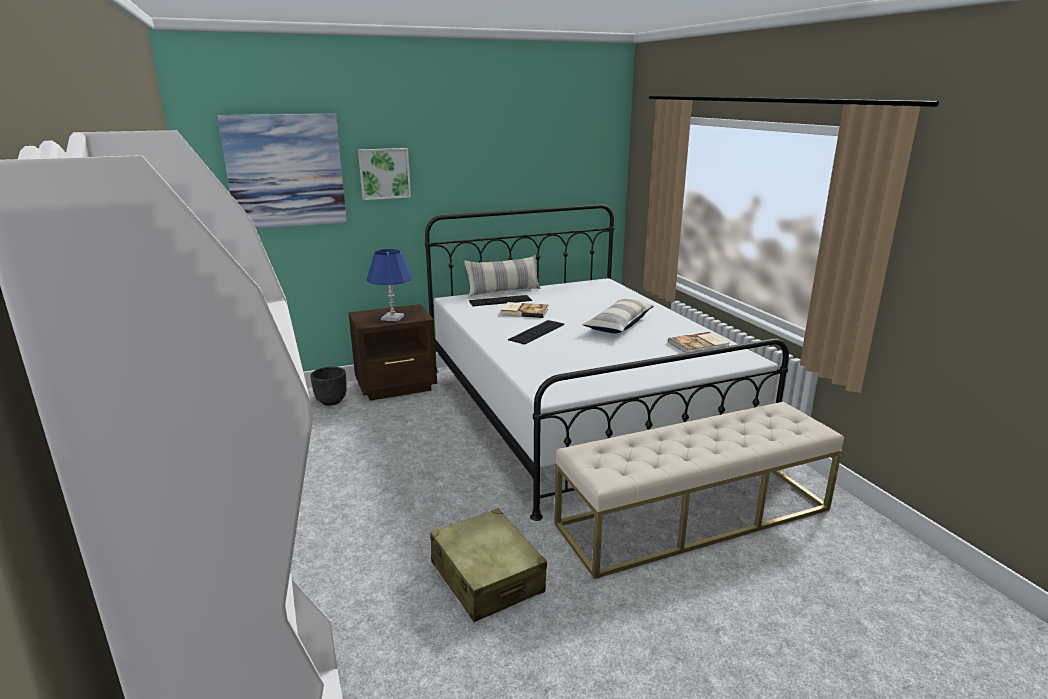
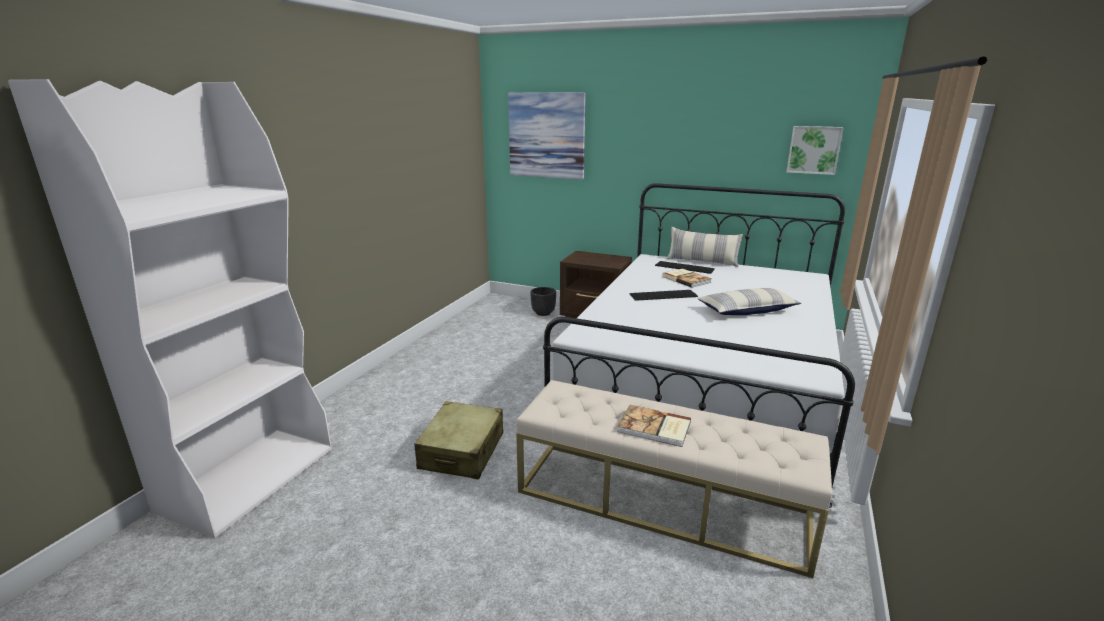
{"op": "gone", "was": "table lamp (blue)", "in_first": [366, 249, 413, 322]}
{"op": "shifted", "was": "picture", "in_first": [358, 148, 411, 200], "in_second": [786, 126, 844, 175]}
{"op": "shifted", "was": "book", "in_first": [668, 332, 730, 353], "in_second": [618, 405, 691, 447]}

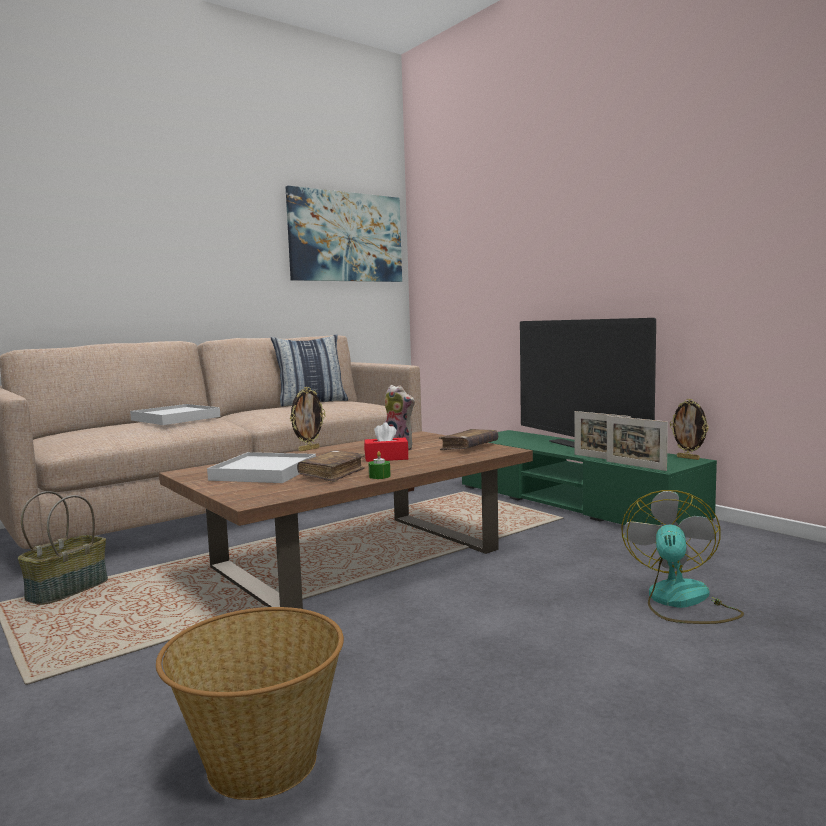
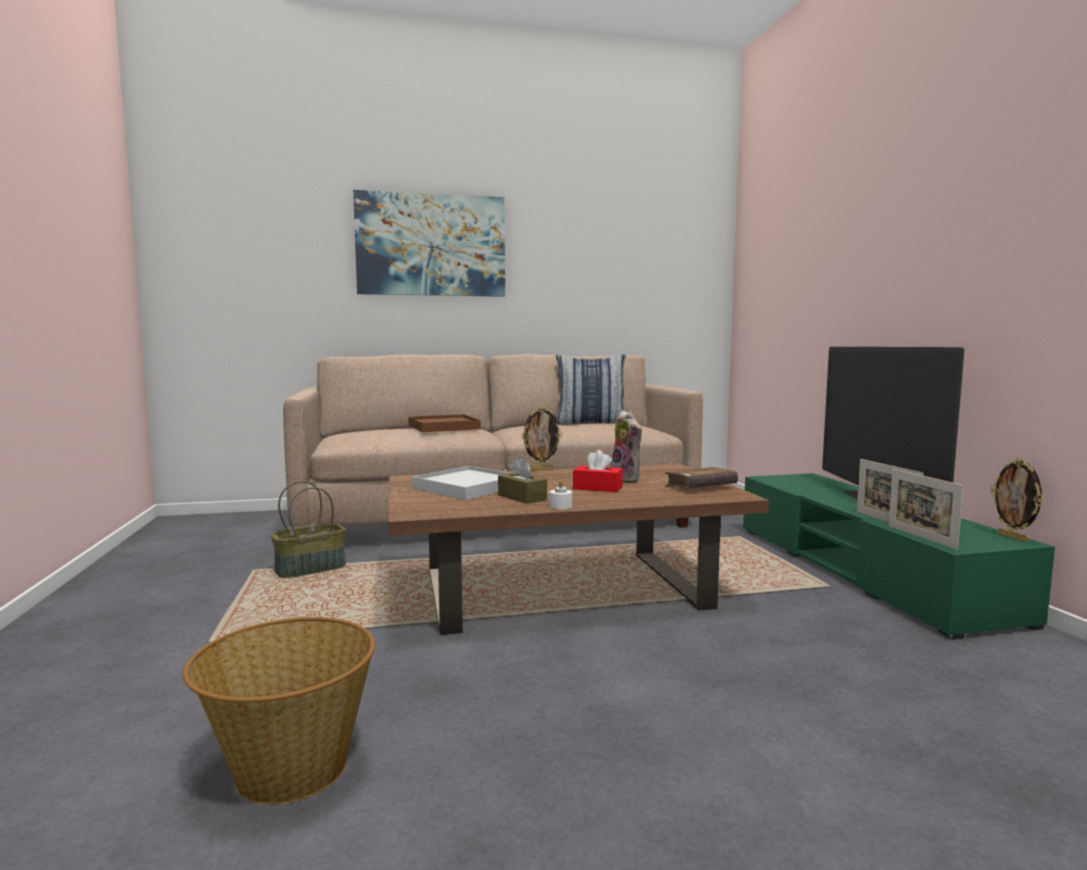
{"op": "gone", "was": "fan", "in_first": [621, 490, 744, 624]}
{"op": "shifted", "was": "picture", "in_first": [286, 186, 402, 282], "in_second": [353, 190, 505, 297]}
{"op": "swapped", "was": "book (brown)", "now": "tissue box (brown)", "in_first": [297, 450, 365, 482], "in_second": [498, 457, 547, 504]}
{"op": "repainted", "was": "tray (white)", "now": "tray (brown)", "in_first": [130, 404, 220, 425], "in_second": [408, 414, 481, 432]}
{"op": "repainted", "was": "candle (green)", "now": "candle (white)", "in_first": [368, 451, 391, 479], "in_second": [549, 480, 572, 509]}

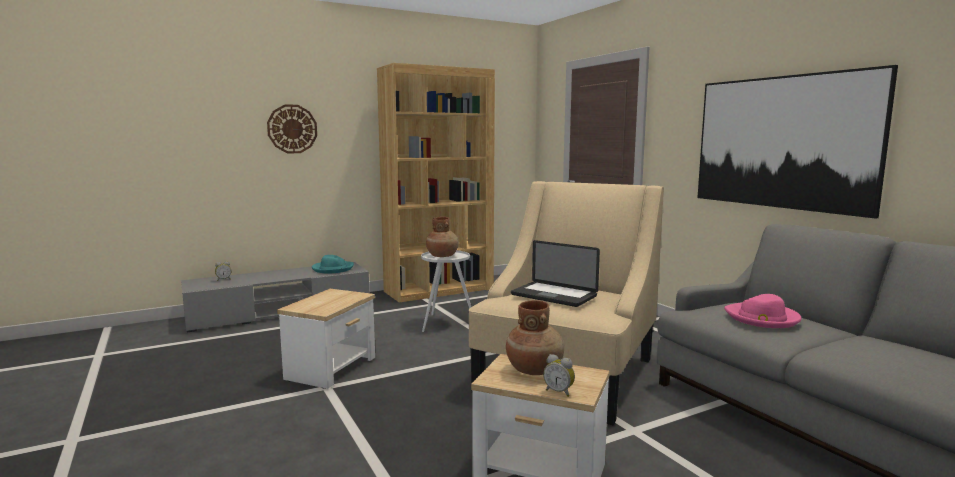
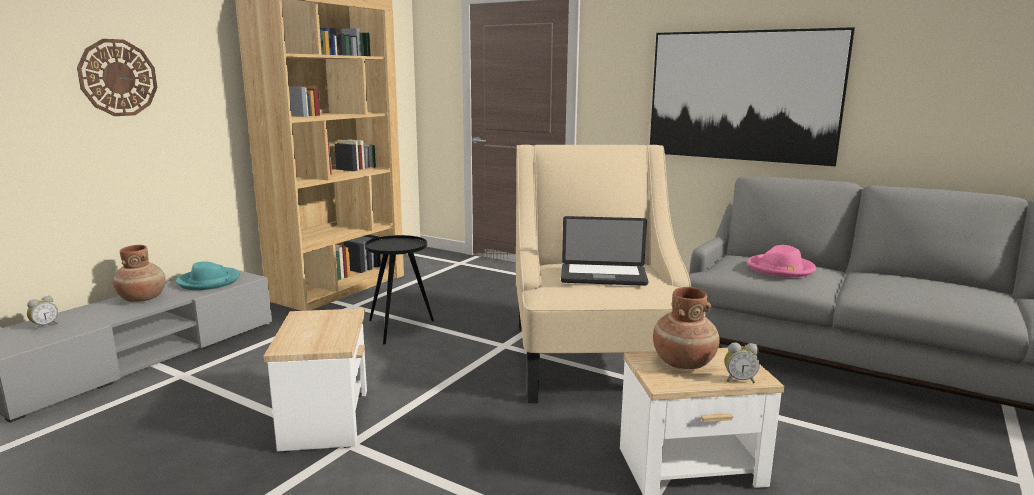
{"op": "shifted", "was": "vase (brown)", "in_first": [426, 217, 459, 257], "in_second": [113, 245, 166, 302]}
{"op": "repainted", "was": "side table (white)", "now": "side table (black)", "in_first": [421, 250, 471, 332], "in_second": [365, 235, 434, 344]}

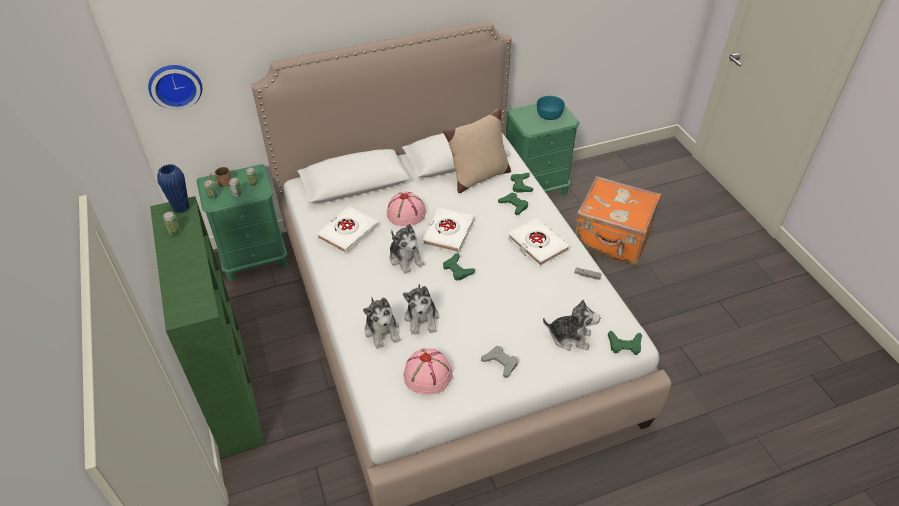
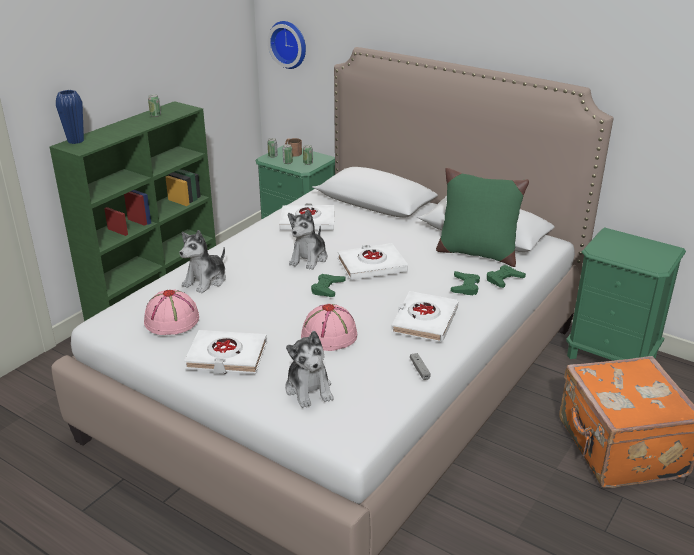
{"op": "gone", "was": "plush toy", "in_first": [403, 284, 439, 335]}
{"op": "gone", "was": "bowl (turquoise)", "in_first": [537, 96, 565, 120]}
{"op": "gone", "was": "game controller (green)", "in_first": [608, 331, 642, 355]}
{"op": "shifted", "was": "vase (blue)", "in_first": [157, 164, 189, 213], "in_second": [56, 90, 84, 144]}
{"op": "shifted", "was": "hat (pink)", "in_first": [387, 192, 426, 227], "in_second": [301, 303, 357, 351]}
{"op": "swapped", "was": "game controller (grey)", "now": "book (white)", "in_first": [481, 346, 518, 378], "in_second": [184, 330, 267, 374]}
{"op": "repainted", "was": "pillow (beige)", "now": "pillow (green)", "in_first": [443, 109, 511, 193], "in_second": [436, 168, 529, 267]}

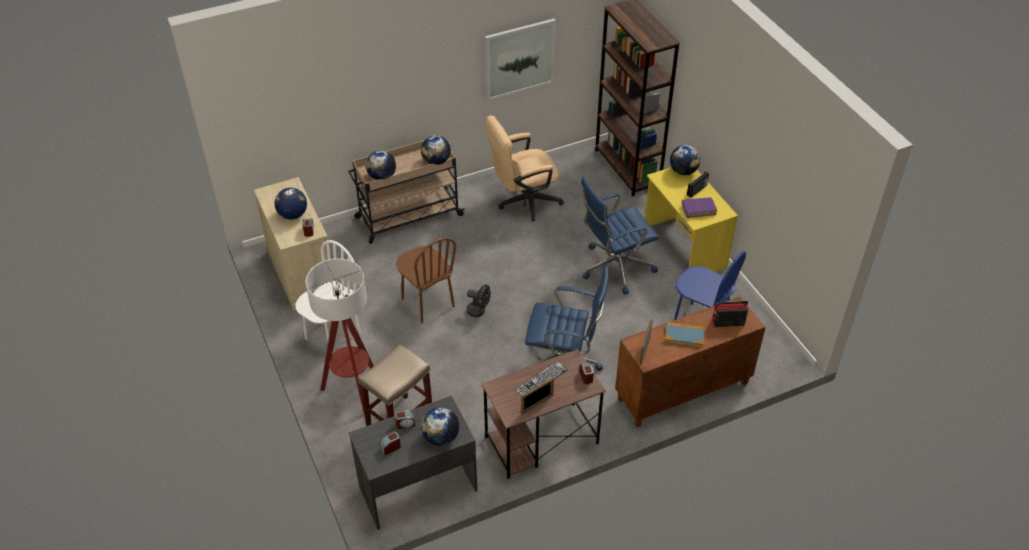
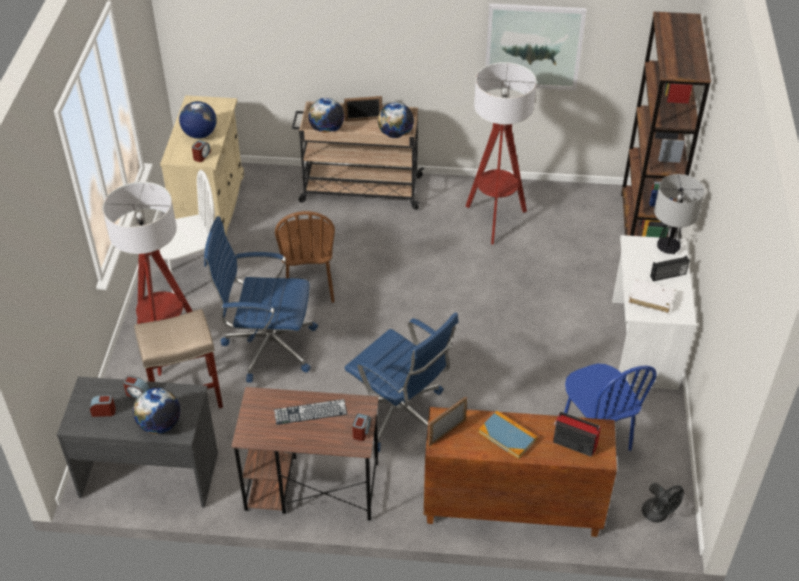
{"op": "shifted", "was": "fan (black)", "in_first": [466, 284, 491, 317], "in_second": [642, 482, 684, 523]}
{"op": "shifted", "was": "picture frame", "in_first": [521, 377, 554, 414], "in_second": [344, 96, 382, 121]}
{"op": "shifted", "was": "office chair (blue)", "in_first": [581, 177, 659, 295], "in_second": [204, 216, 318, 383]}
{"op": "swapped", "was": "office chair (beige)", "now": "floor lamp", "in_first": [485, 115, 564, 221], "in_second": [465, 62, 536, 244]}
{"op": "swapped", "was": "globe", "now": "table lamp", "in_first": [670, 145, 700, 175], "in_second": [654, 174, 704, 254]}
{"op": "repainted", "was": "desk (yellow)", "now": "desk (white)", "in_first": [645, 167, 738, 272], "in_second": [612, 235, 696, 390]}
{"op": "repainted", "was": "book (purple)", "now": "book (white)", "in_first": [682, 197, 717, 218], "in_second": [628, 279, 675, 313]}

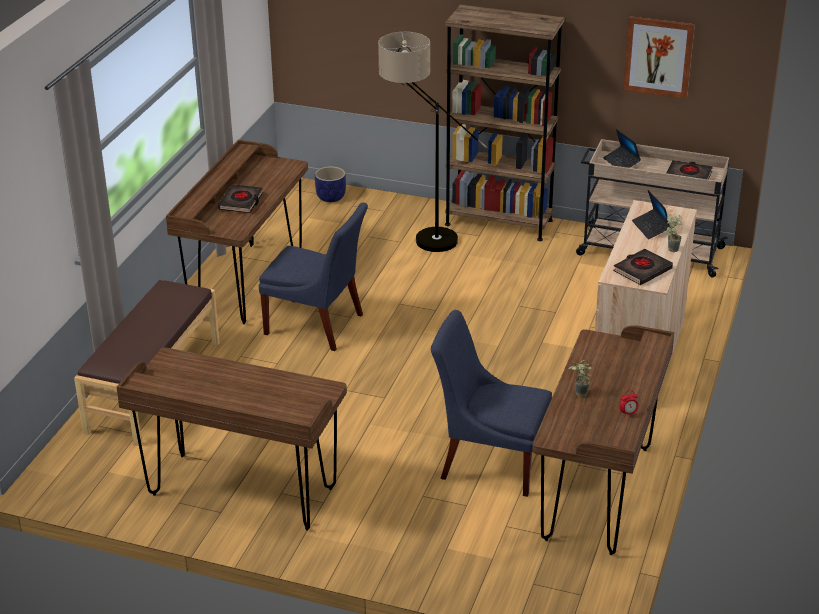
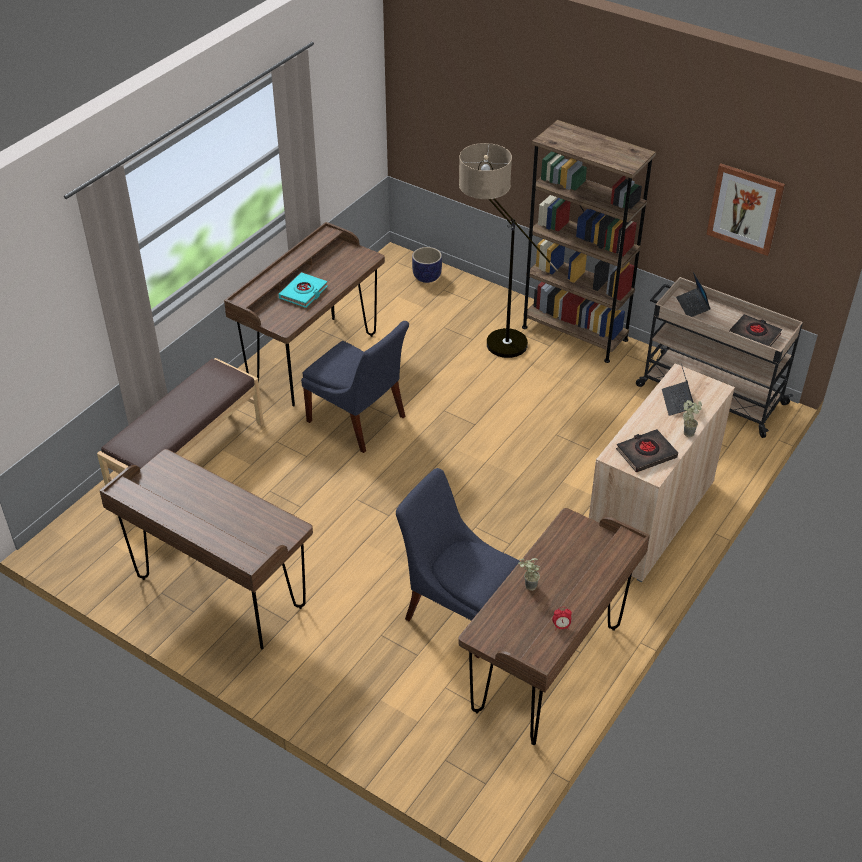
{"op": "repainted", "was": "book (black)", "now": "book (turquoise)", "in_first": [218, 184, 263, 213], "in_second": [279, 272, 328, 308]}

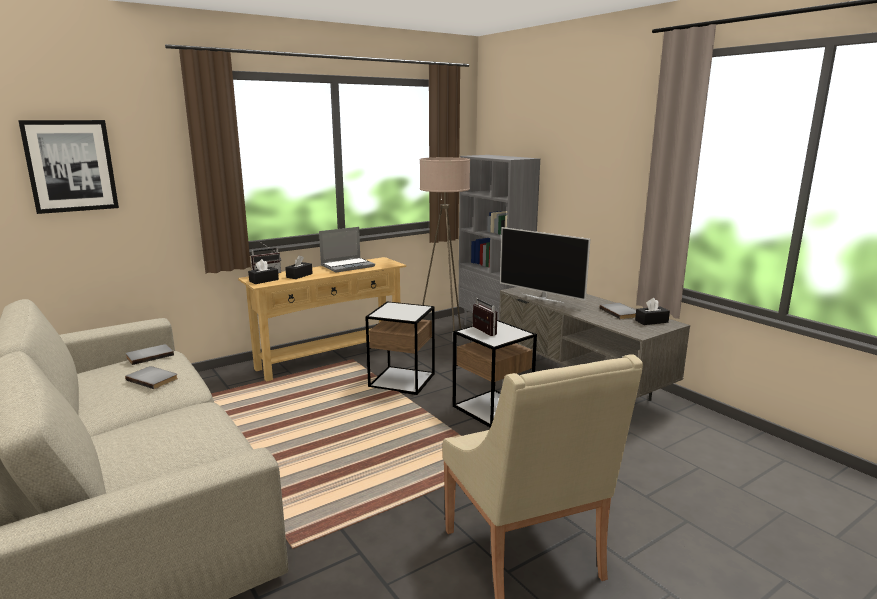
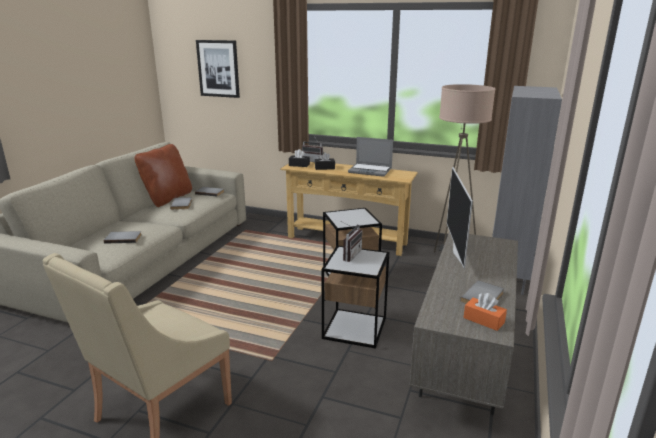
{"op": "new", "now": "book (grey)", "in_second": [104, 231, 141, 244]}
{"op": "new", "now": "pillow (brown)", "in_second": [135, 144, 192, 207]}
{"op": "repainted", "was": "tissue box (black)", "now": "tissue box (orange)", "in_first": [635, 298, 670, 325], "in_second": [464, 293, 507, 331]}

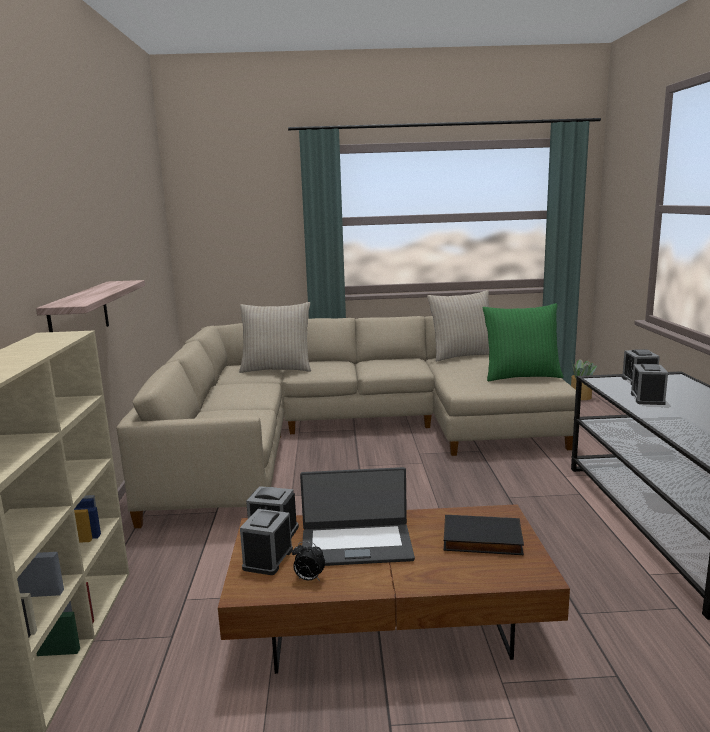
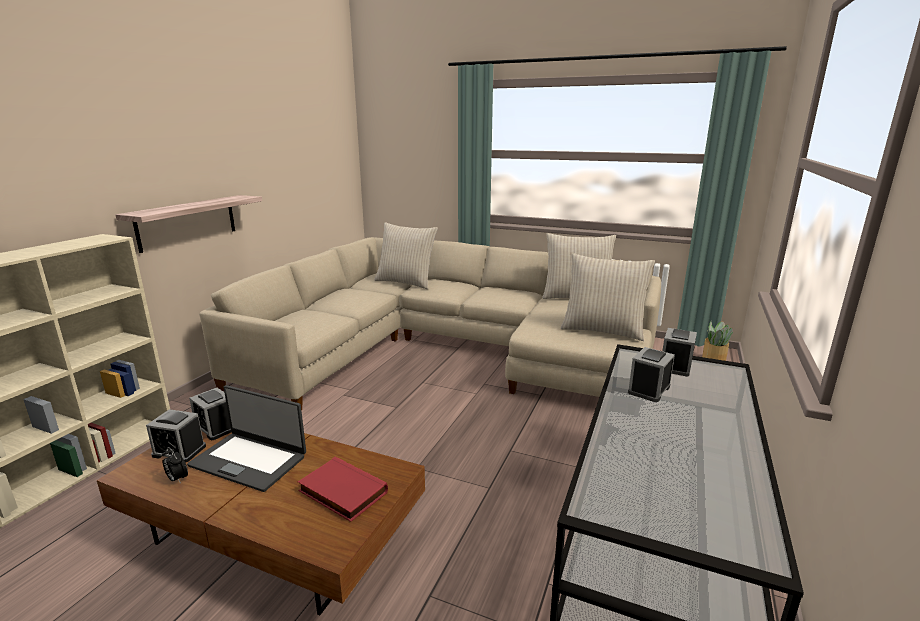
{"op": "repainted", "was": "book (black)", "now": "book (red)", "in_first": [444, 515, 524, 555], "in_second": [298, 457, 388, 522]}
{"op": "repainted", "was": "pillow (green)", "now": "pillow (beige)", "in_first": [483, 303, 564, 381], "in_second": [561, 253, 655, 341]}
{"op": "rotated", "was": "alarm clock", "in_first": [240, 509, 293, 575], "in_second": [146, 409, 206, 463], "clockwise": -120}

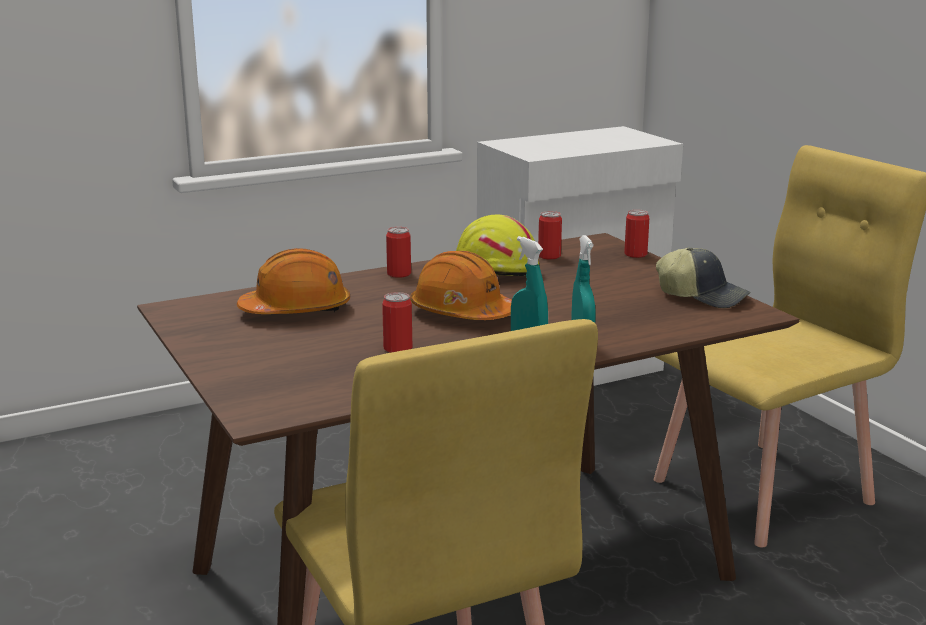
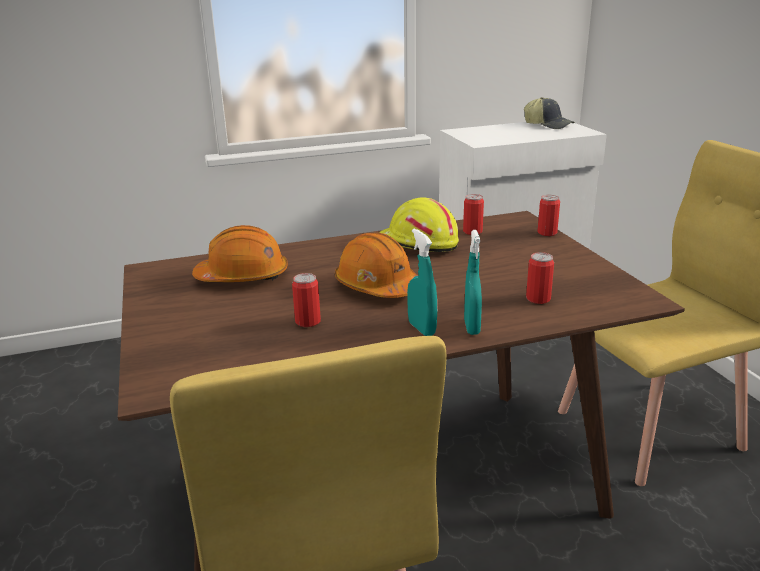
{"op": "shifted", "was": "can", "in_first": [386, 227, 411, 278], "in_second": [526, 252, 554, 304]}
{"op": "shifted", "was": "cap", "in_first": [656, 247, 751, 308], "in_second": [524, 97, 575, 129]}

